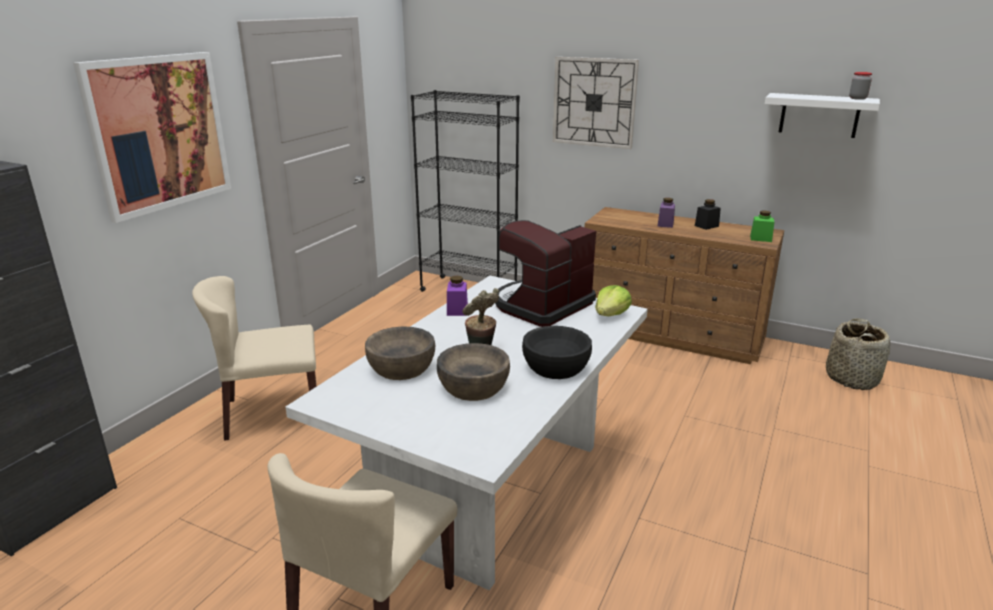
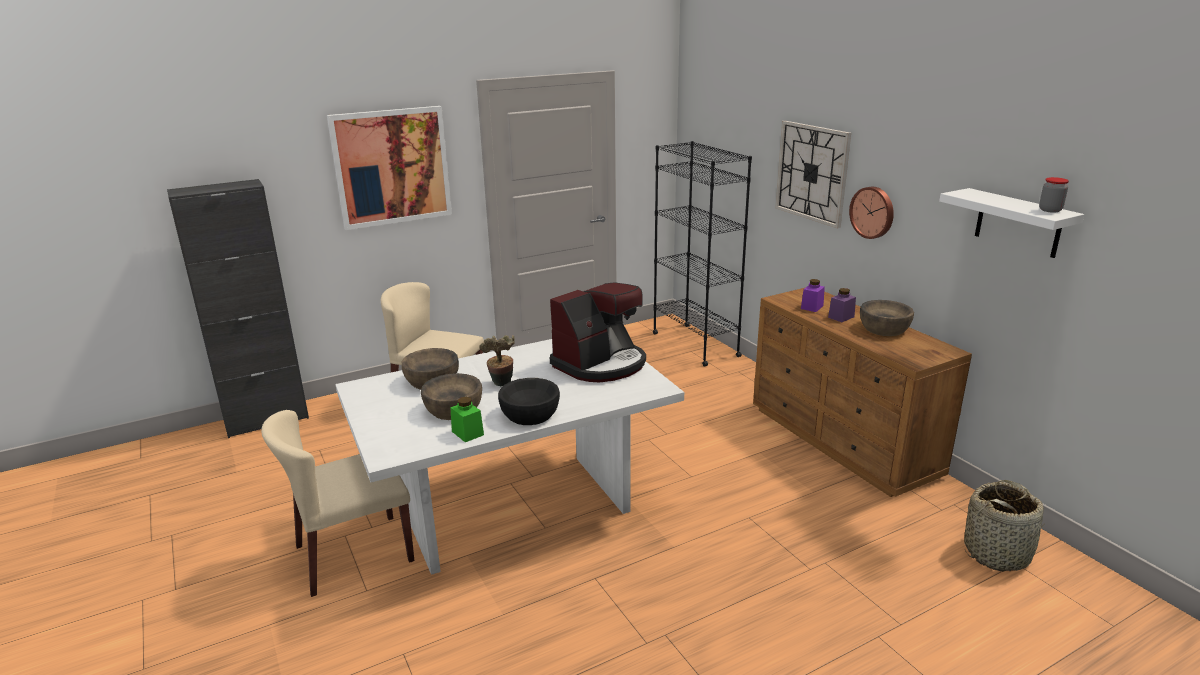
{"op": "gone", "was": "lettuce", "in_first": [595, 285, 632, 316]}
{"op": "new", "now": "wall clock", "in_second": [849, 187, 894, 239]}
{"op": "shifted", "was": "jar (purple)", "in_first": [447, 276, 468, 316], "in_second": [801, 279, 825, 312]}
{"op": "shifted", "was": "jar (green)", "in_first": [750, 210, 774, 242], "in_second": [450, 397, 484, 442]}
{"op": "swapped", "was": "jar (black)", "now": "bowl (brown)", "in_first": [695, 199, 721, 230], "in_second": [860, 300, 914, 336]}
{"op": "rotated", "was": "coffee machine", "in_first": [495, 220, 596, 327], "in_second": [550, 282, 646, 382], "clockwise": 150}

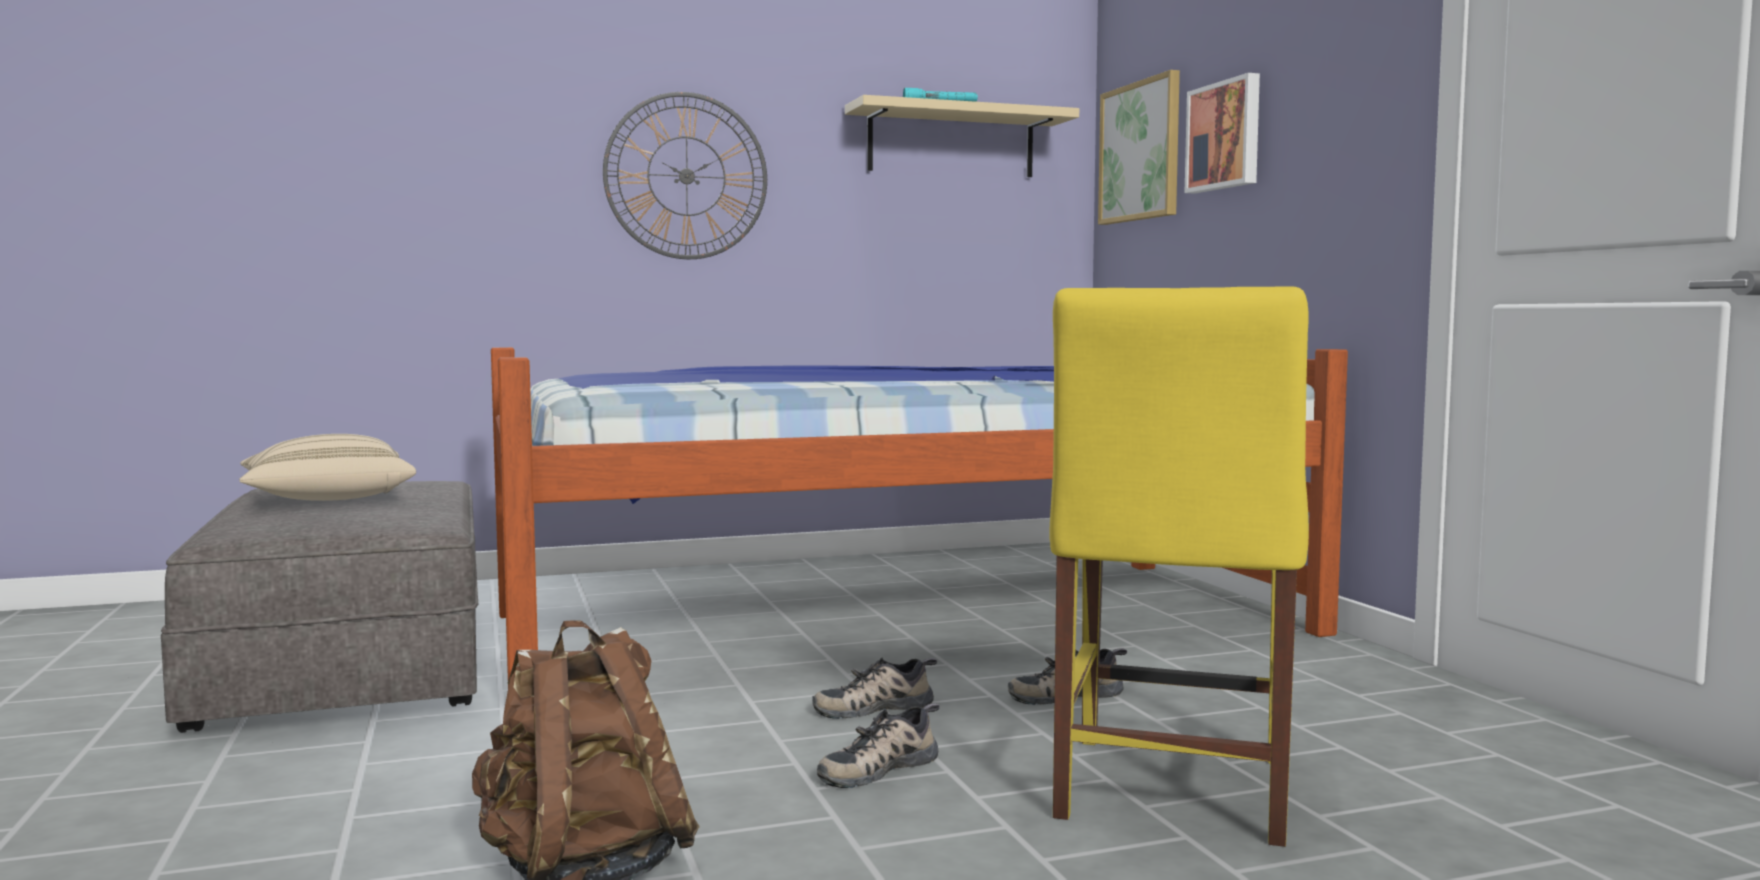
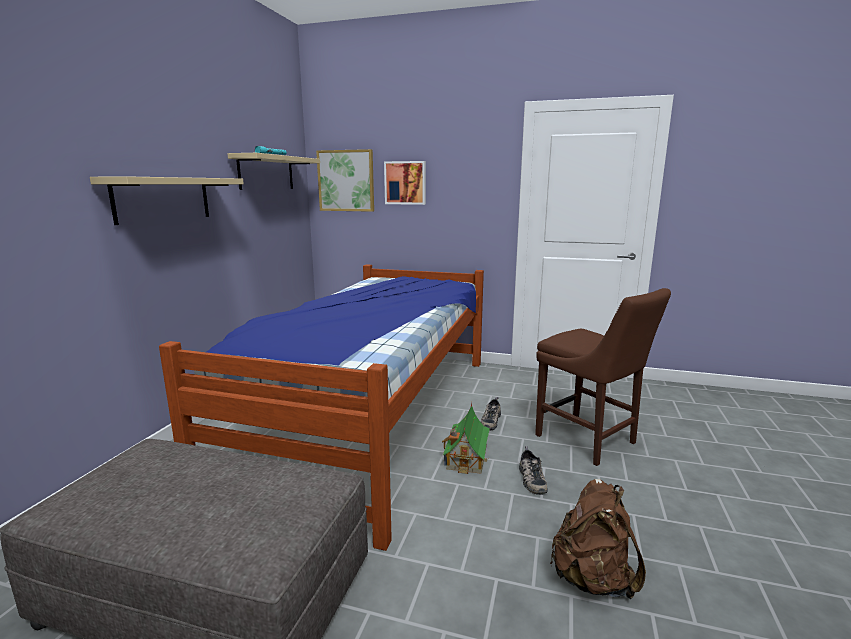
{"op": "gone", "was": "pillow (beige)", "in_first": [239, 434, 416, 501]}
{"op": "swapped", "was": "wall clock", "now": "shelf (beige)", "in_first": [603, 92, 767, 259], "in_second": [90, 176, 244, 225]}
{"op": "swapped", "was": "shoe", "now": "toy house", "in_first": [812, 658, 937, 719], "in_second": [442, 403, 490, 474]}
{"op": "repainted", "was": "chair (yellow)", "now": "chair (brown)", "in_first": [1049, 286, 1309, 847], "in_second": [535, 288, 671, 466]}

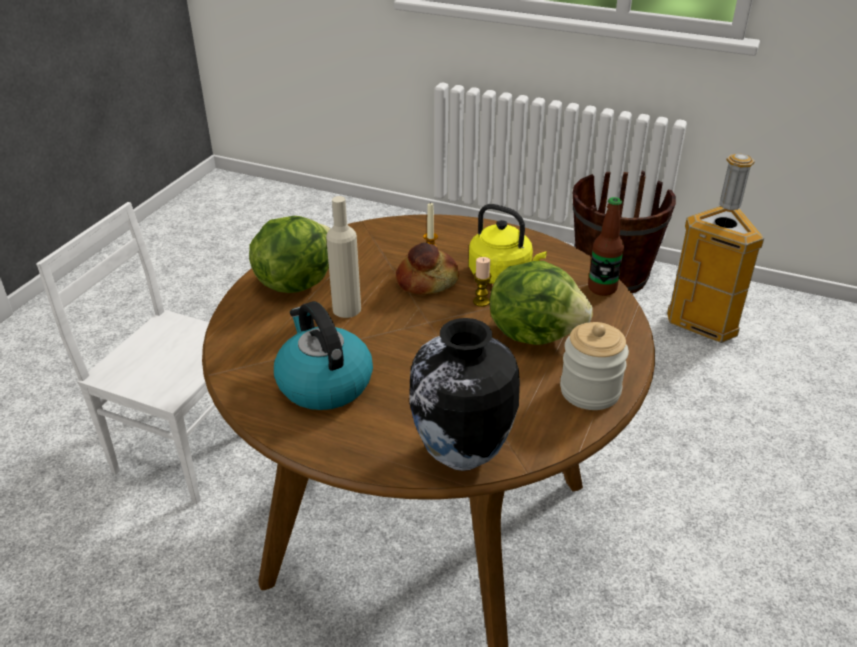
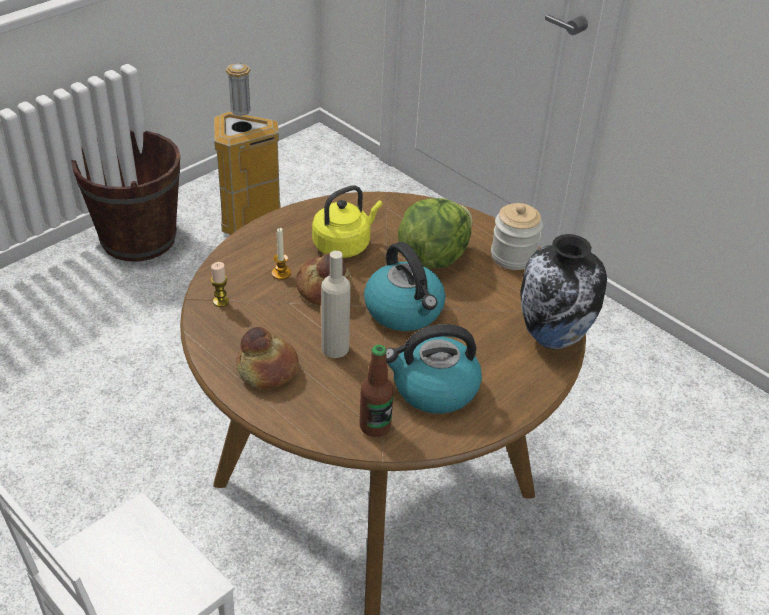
{"op": "new", "now": "kettle", "in_second": [364, 242, 445, 331]}
{"op": "shifted", "was": "candle", "in_first": [473, 257, 491, 307], "in_second": [211, 262, 229, 307]}
{"op": "shifted", "was": "bottle", "in_first": [588, 197, 624, 296], "in_second": [360, 345, 394, 437]}
{"op": "swapped", "was": "lettuce", "now": "bread", "in_first": [249, 216, 331, 293], "in_second": [236, 327, 299, 389]}

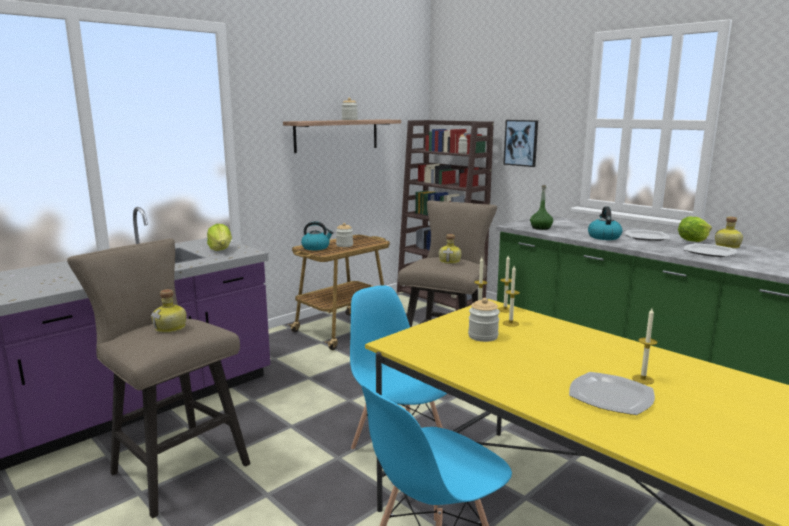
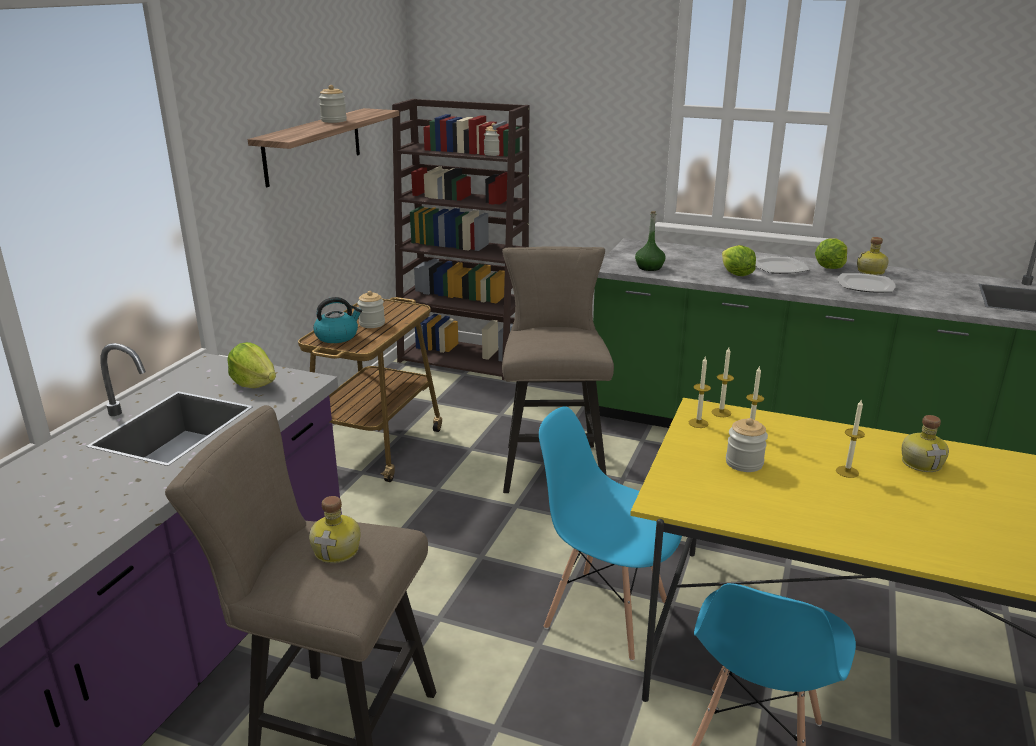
{"op": "gone", "was": "picture", "in_first": [503, 120, 538, 167]}
{"op": "gone", "was": "plate", "in_first": [569, 372, 655, 415]}
{"op": "shifted", "was": "bottle", "in_first": [439, 234, 462, 264], "in_second": [902, 415, 949, 472]}
{"op": "shifted", "was": "candle", "in_first": [632, 308, 658, 384], "in_second": [836, 400, 865, 478]}
{"op": "swapped", "was": "kettle", "now": "lettuce", "in_first": [588, 207, 623, 240], "in_second": [722, 245, 756, 276]}

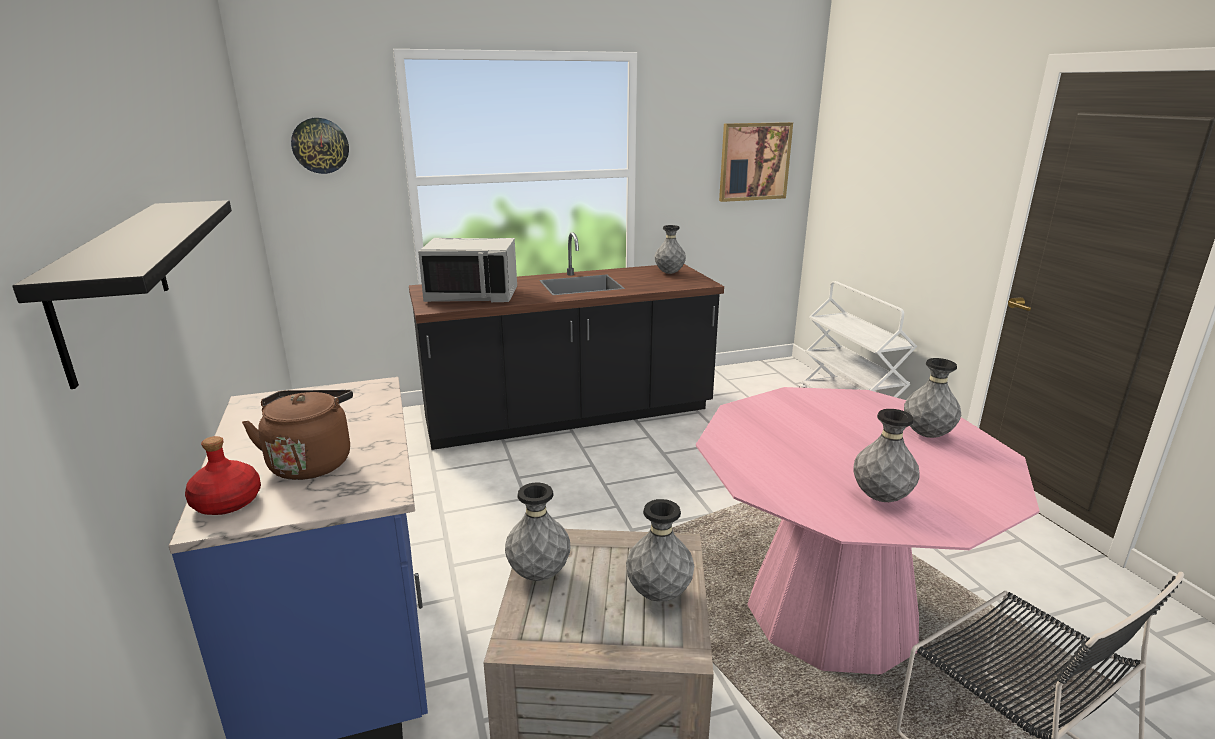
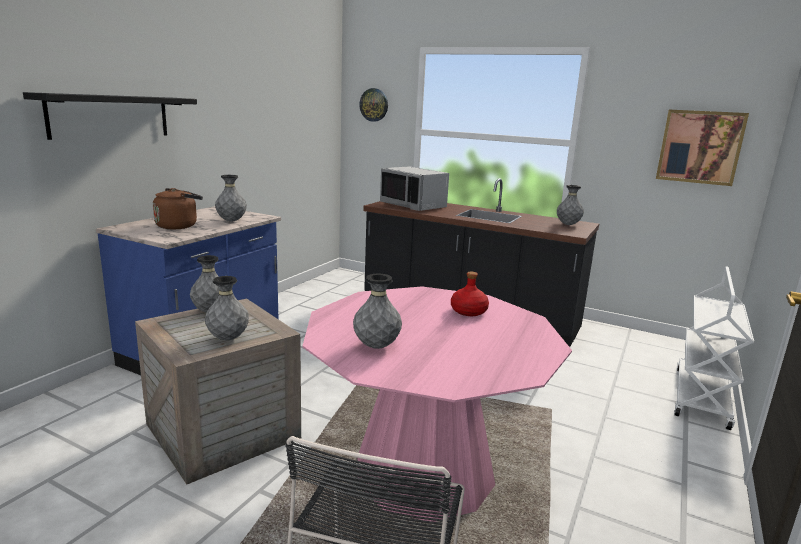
{"op": "shifted", "was": "bottle (red)", "in_first": [185, 436, 261, 515], "in_second": [451, 272, 489, 316]}
{"op": "shifted", "was": "vase (grey)", "in_first": [904, 358, 961, 438], "in_second": [215, 175, 247, 222]}

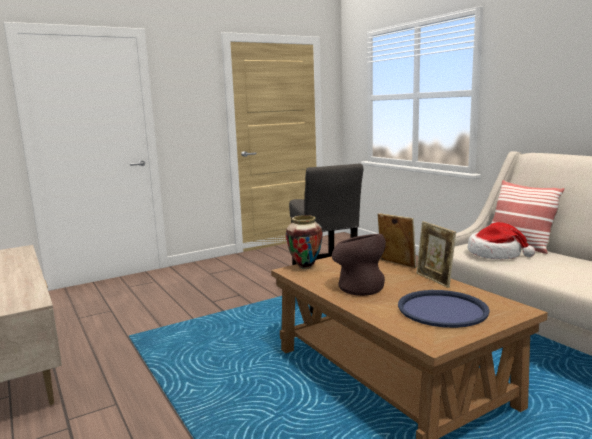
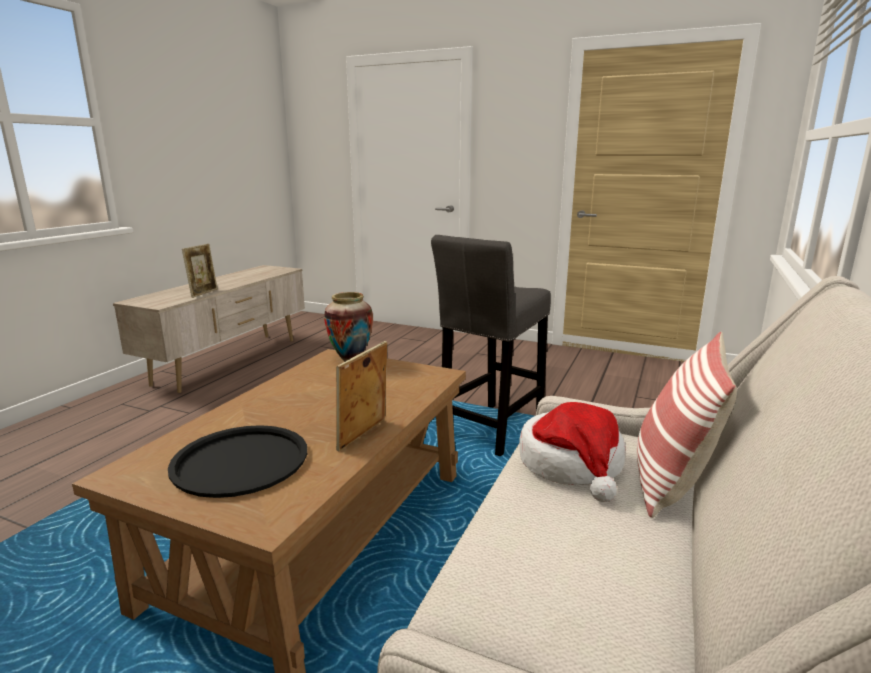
{"op": "gone", "was": "vase (brown)", "in_first": [332, 234, 386, 296]}
{"op": "shifted", "was": "picture frame", "in_first": [378, 213, 416, 268], "in_second": [182, 244, 218, 298]}
{"op": "repainted", "was": "tray (blue)", "now": "tray (black)", "in_first": [398, 290, 490, 328], "in_second": [168, 425, 307, 498]}

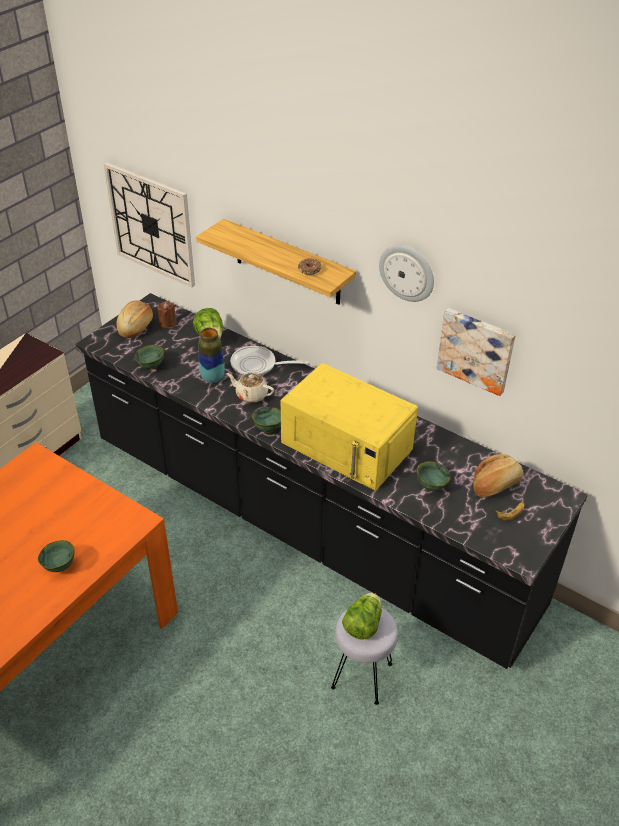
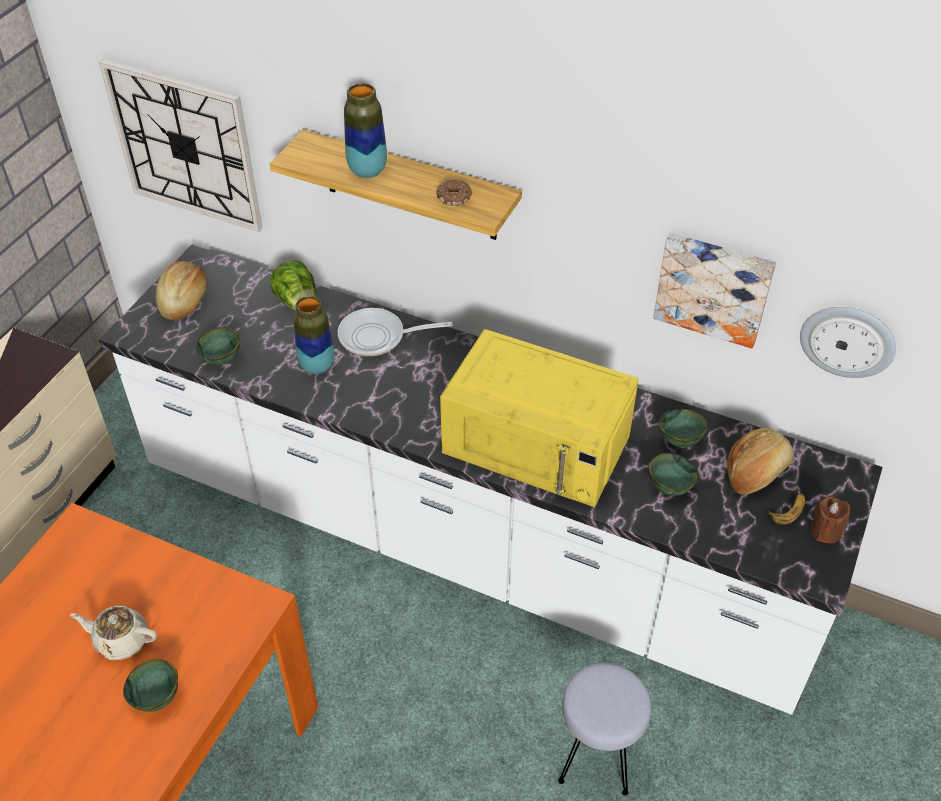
{"op": "gone", "was": "lettuce", "in_first": [342, 593, 381, 639]}
{"op": "new", "now": "vase", "in_second": [344, 83, 387, 178]}
{"op": "shifted", "was": "candle (brown)", "in_first": [157, 301, 177, 328], "in_second": [810, 496, 850, 543]}
{"op": "shifted", "was": "teapot (beige)", "in_first": [226, 373, 274, 403], "in_second": [70, 606, 157, 660]}
{"op": "shifted", "was": "bowl (green)", "in_first": [252, 407, 281, 433], "in_second": [659, 409, 708, 448]}
{"op": "shifted", "was": "wall clock", "in_first": [379, 245, 434, 302], "in_second": [800, 307, 896, 378]}
{"op": "repainted", "was": "counter (black)", "now": "counter (white)", "in_first": [75, 293, 588, 669], "in_second": [99, 244, 882, 715]}

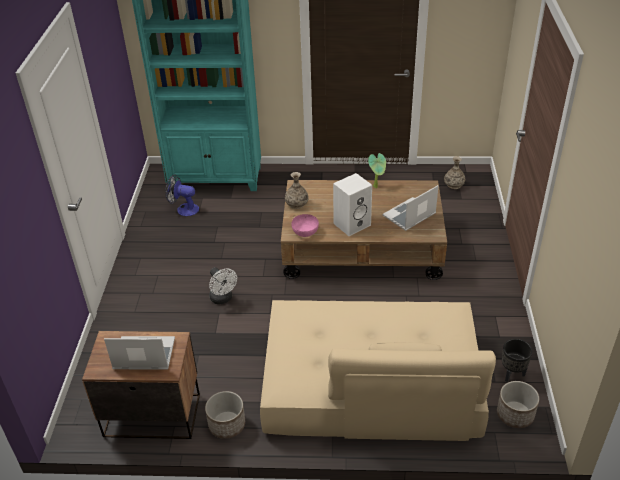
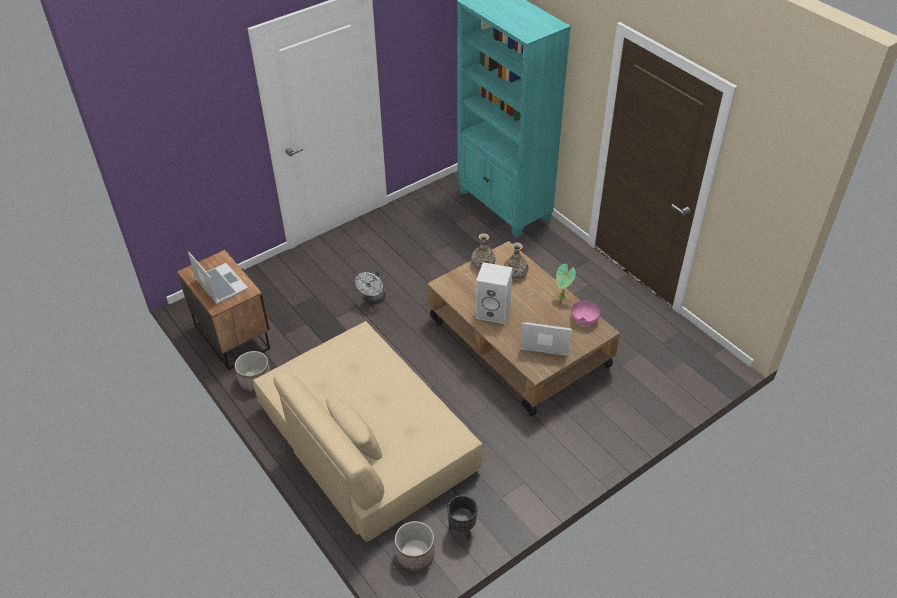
{"op": "gone", "was": "fan", "in_first": [165, 174, 199, 216]}
{"op": "shifted", "was": "bowl (pink)", "in_first": [292, 214, 319, 237], "in_second": [571, 301, 600, 326]}
{"op": "shifted", "was": "vase", "in_first": [444, 156, 465, 189], "in_second": [504, 243, 529, 280]}

